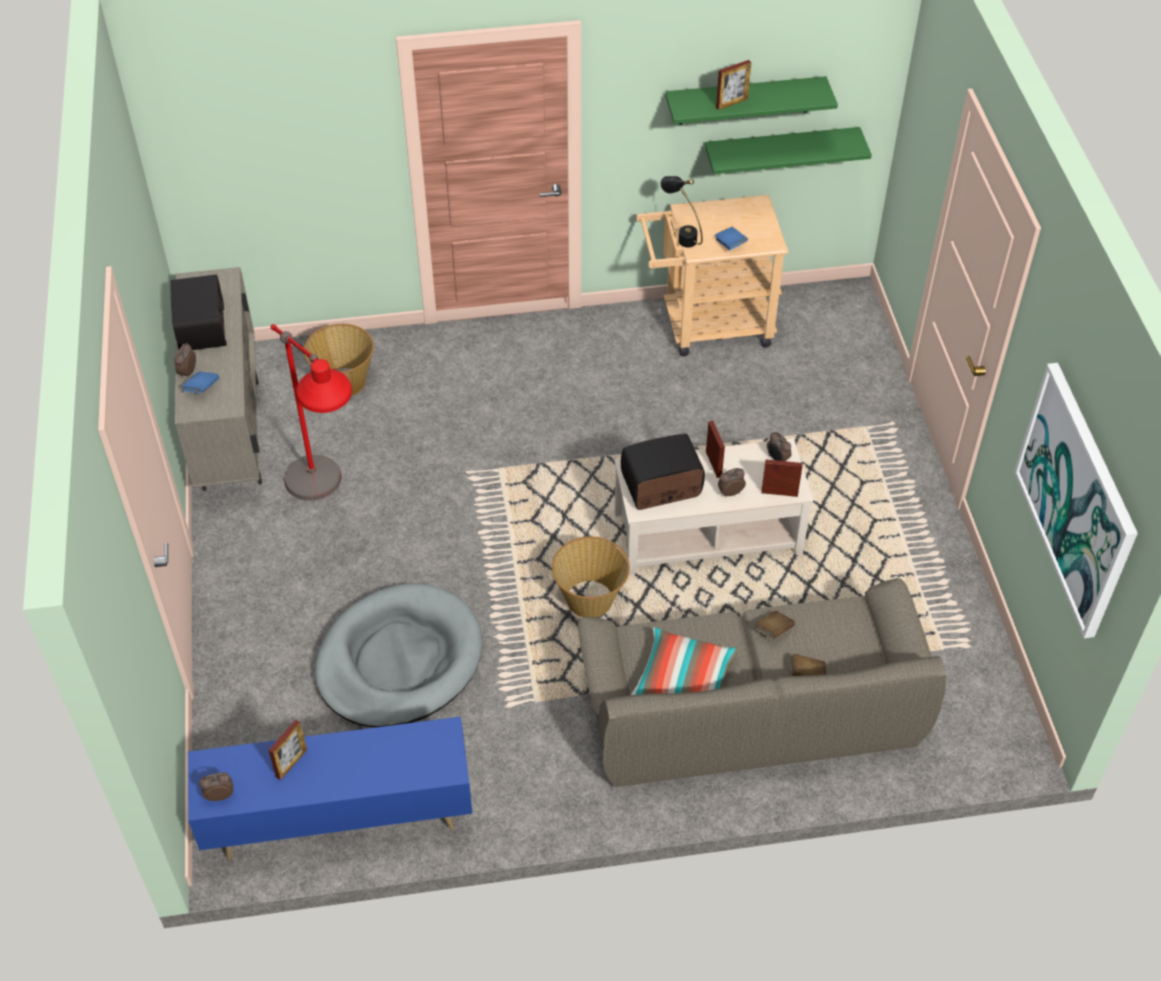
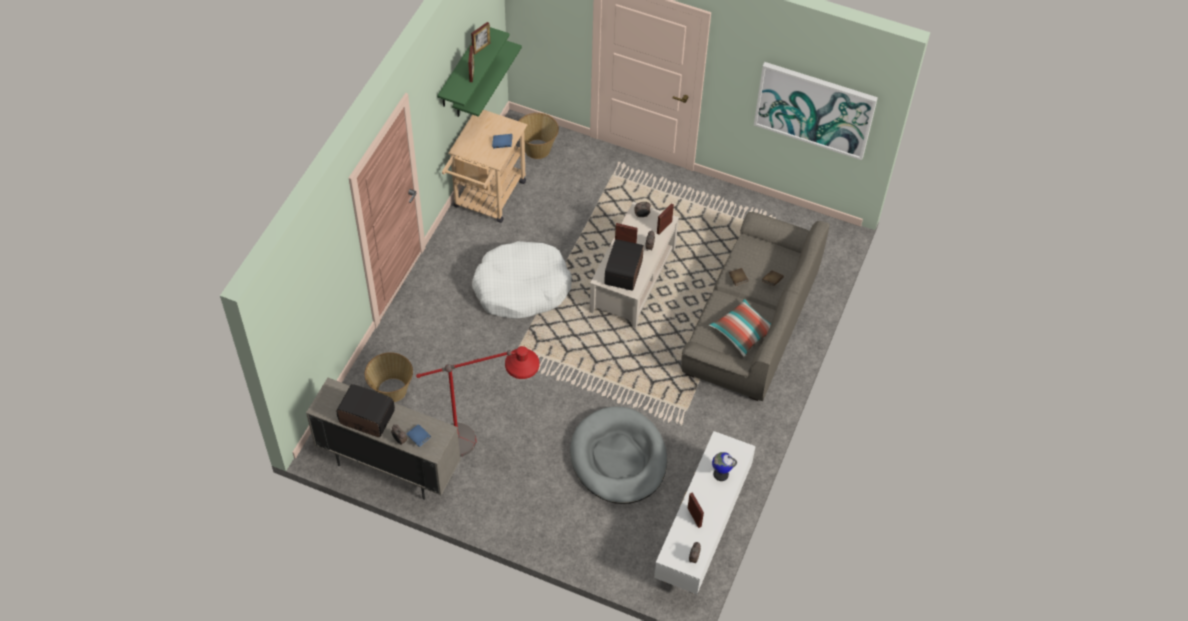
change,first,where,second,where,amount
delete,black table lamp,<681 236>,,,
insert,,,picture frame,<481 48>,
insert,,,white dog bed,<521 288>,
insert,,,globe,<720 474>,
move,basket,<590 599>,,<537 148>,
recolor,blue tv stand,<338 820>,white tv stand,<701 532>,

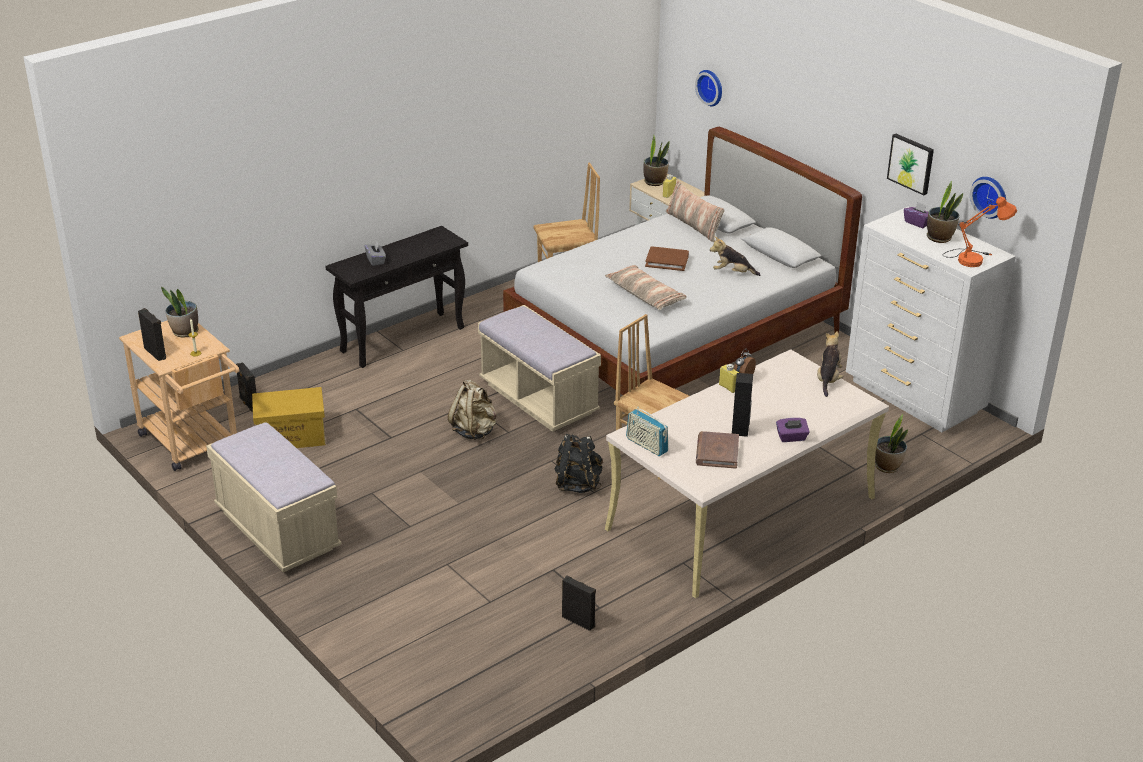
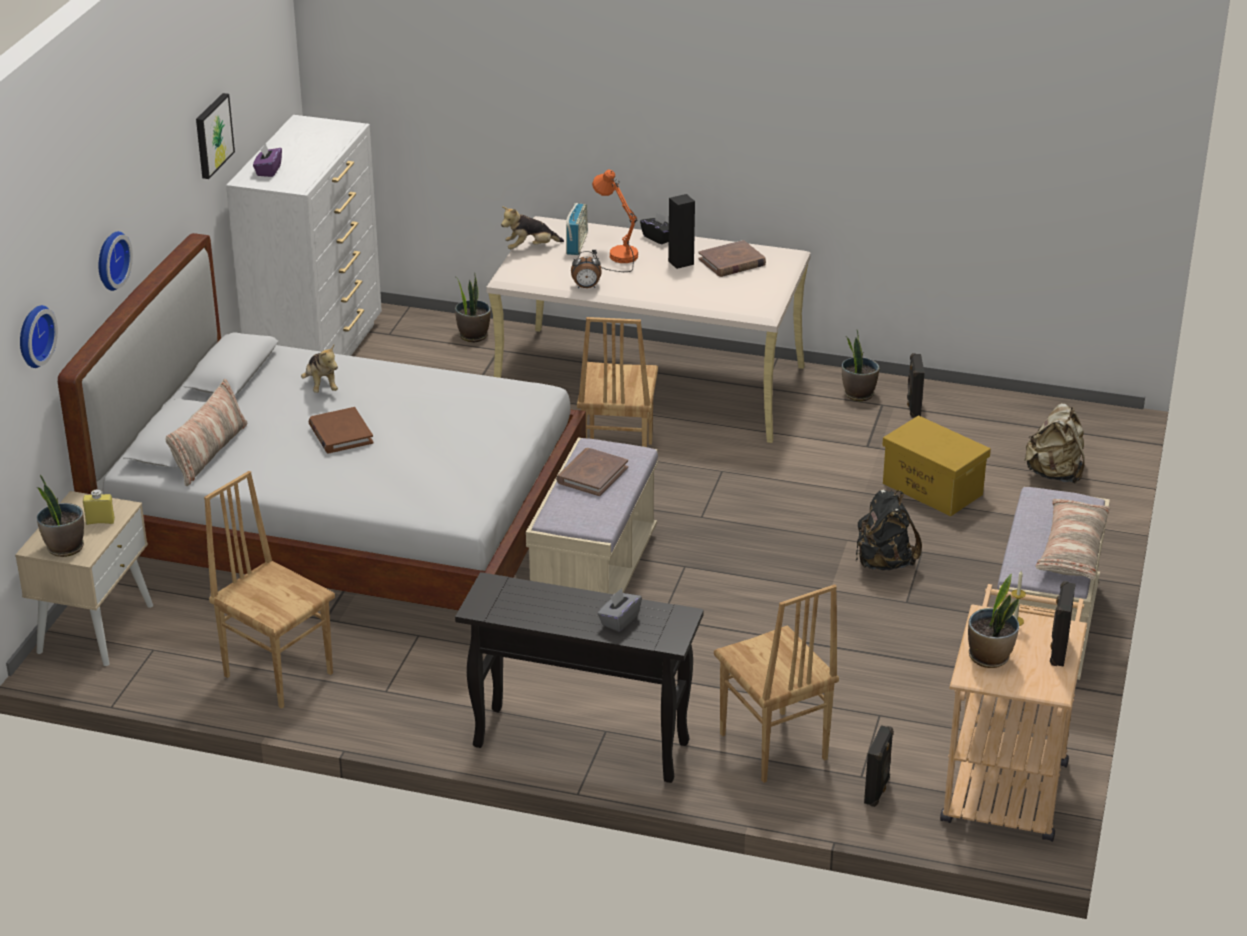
change,first,where,second,where,amount
delete,yellow bottle,<728 387>,,,
insert,,,brown book,<592 475>,
insert,,,brown chair,<772 748>,
move,yellow storage box,<290 437>,,<933 489>,
move,beige backpack,<474 431>,,<1054 474>,
move,black backpack,<577 484>,,<883 562>,
move,pillow,<645 295>,,<1071 550>,
move,radio,<646 445>,,<576 244>,
move,potted plant,<939 238>,,<858 394>,
move,orange table lamp,<973 258>,,<613 257>,
move,wall clock,<990 196>,,<110 260>,
recolor,purple tissue box,<791 438>,black tissue box,<658 238>,

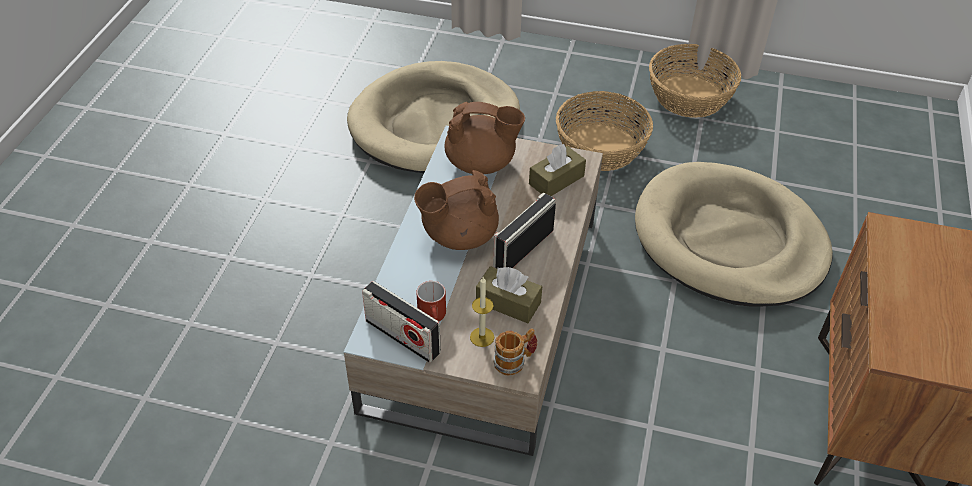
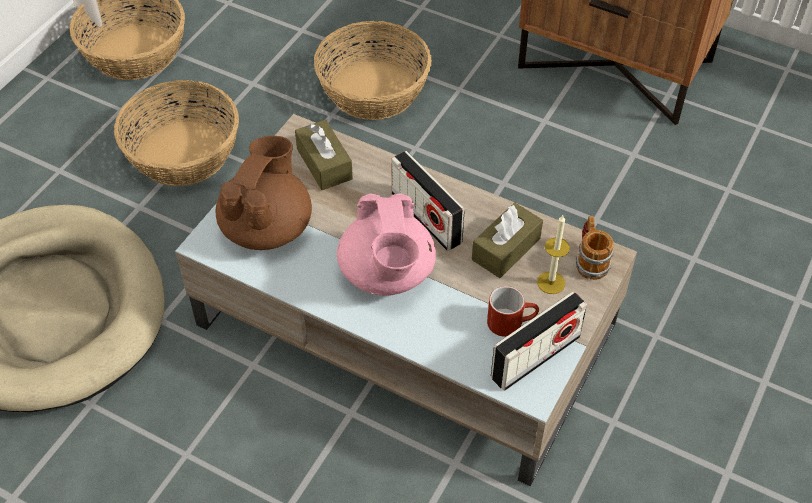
change,first,where,second,where,amount
replace,beige dog bed,<728 240>,basket,<374 90>,
recolor,brown teapot,<458 235>,pink teapot,<387 274>,

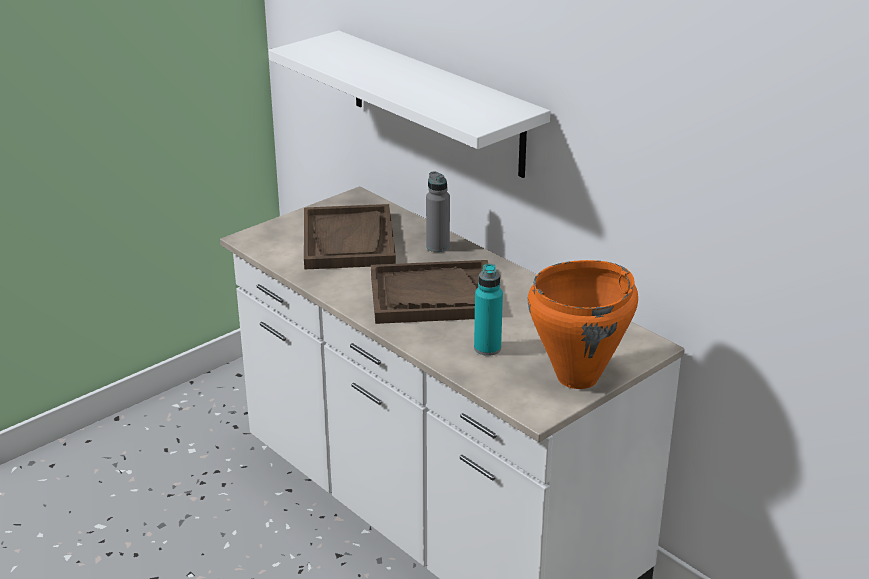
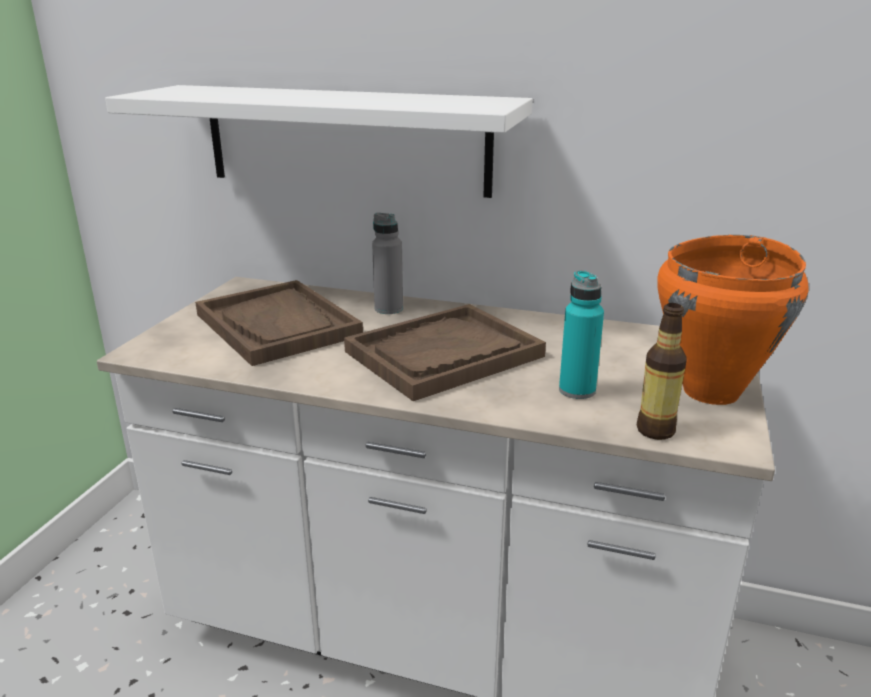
change,first,where,second,where,amount
insert,,,bottle,<655 430>,

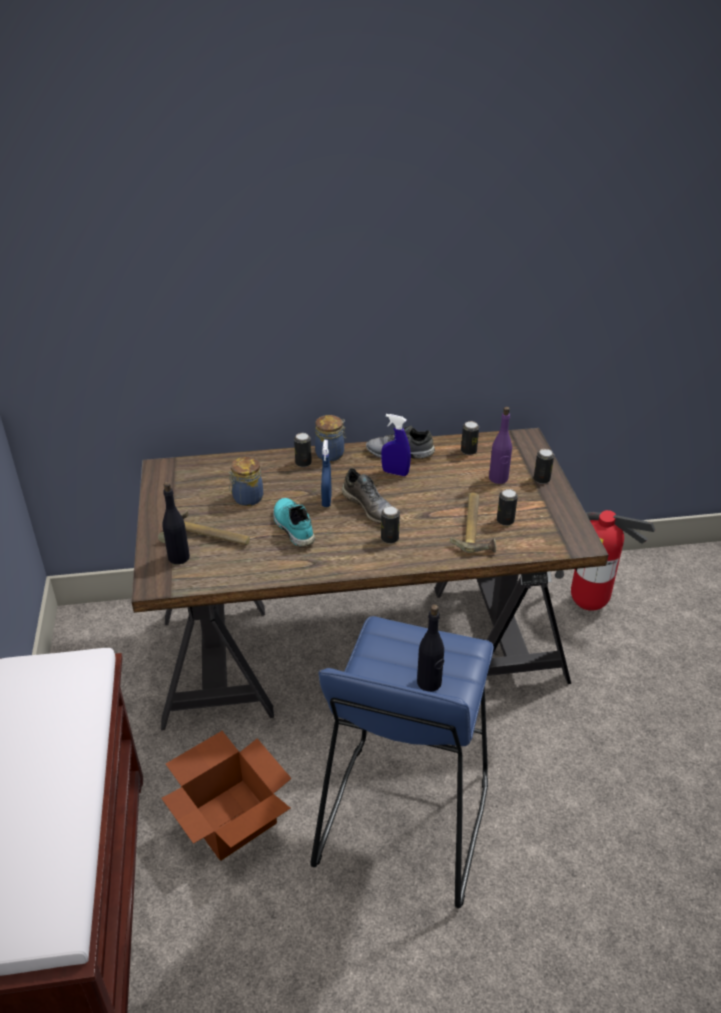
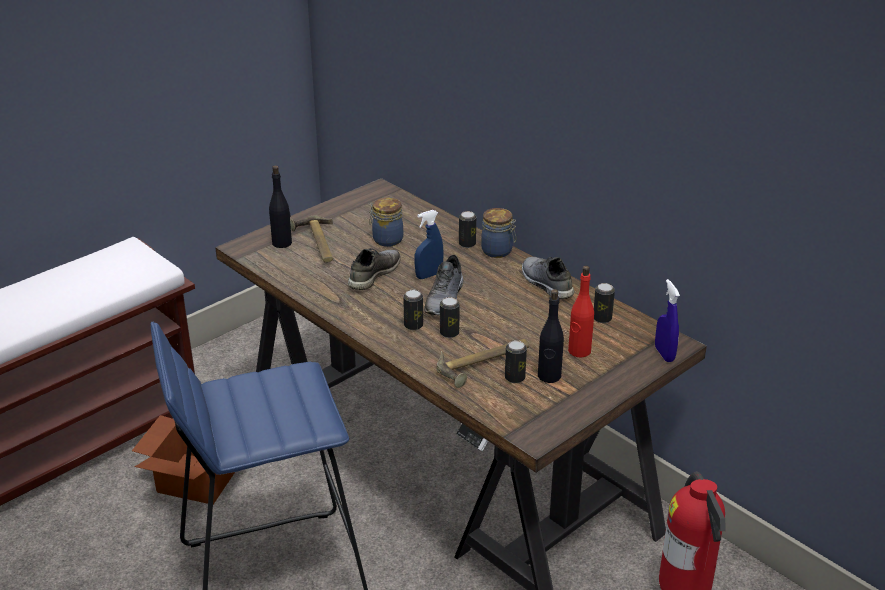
change,first,where,second,where,amount
move,blue spray bottle,<395 473>,,<664 354>,
move,black bottle,<429 683>,,<549 376>,
move,can,<541 479>,,<449 333>,
recolor,turquoise shoe,<292 527>,grey shoe,<373 274>,
recolor,purple bottle,<498 478>,red bottle,<579 351>,

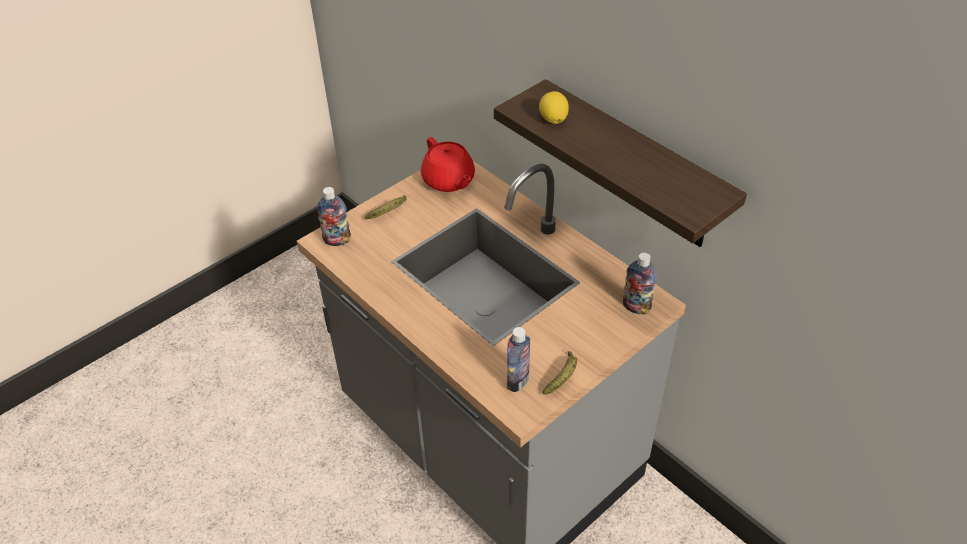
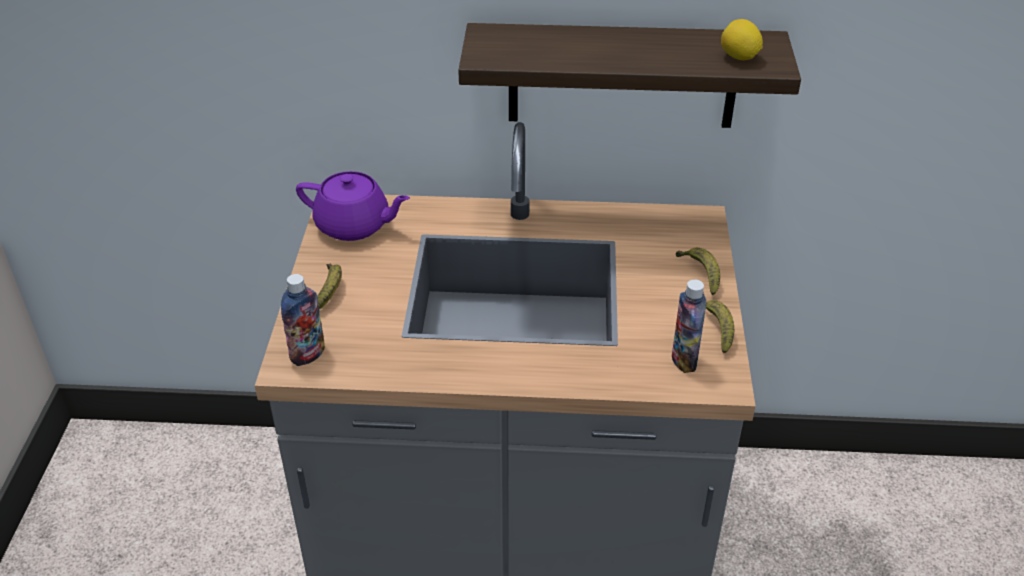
change,first,where,second,where,amount
delete,bottle,<636 307>,,,
insert,,,banana,<700 274>,
move,lemon,<553 120>,,<739 57>,
recolor,red teapot,<448 181>,purple teapot,<354 225>,

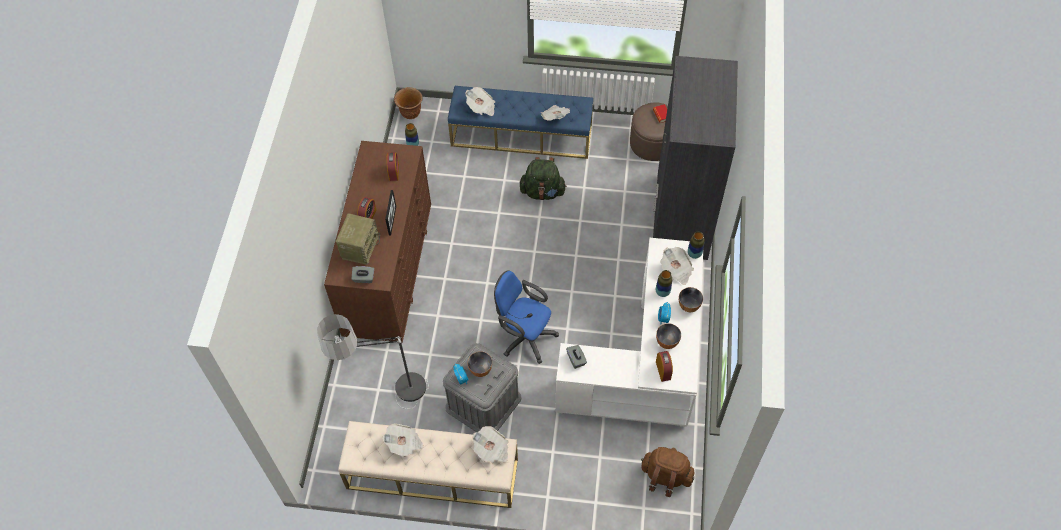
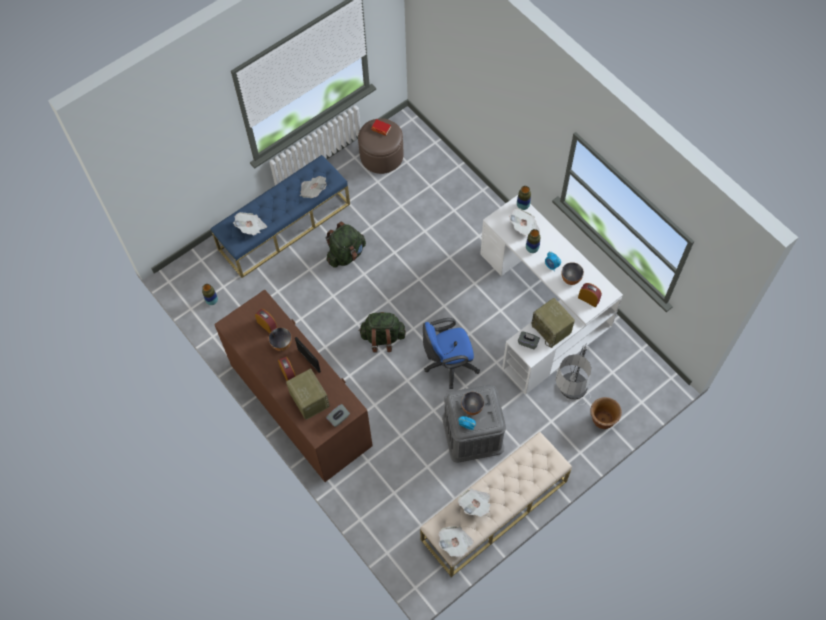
change,first,where,second,where,amount
delete,brown backpack,<665 476>,,,
delete,grey wardrobe,<681 216>,,,
insert,,,green backpack,<382 338>,
insert,,,radio,<551 329>,
move,floor lamp,<387 398>,,<566 407>,
move,brown planter,<410 113>,,<602 420>,
move,newspaper,<492 450>,,<456 543>,
move,bowl,<688 306>,,<281 344>,

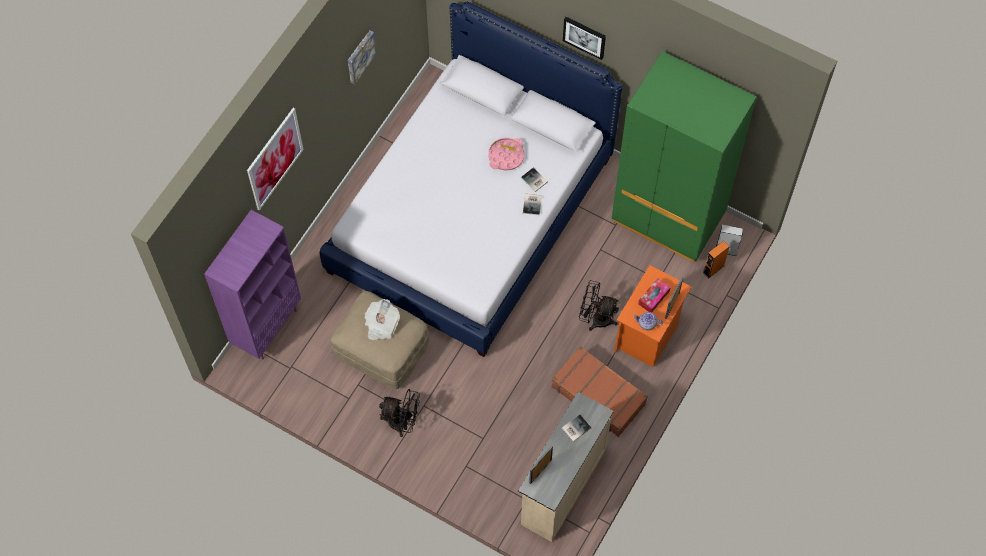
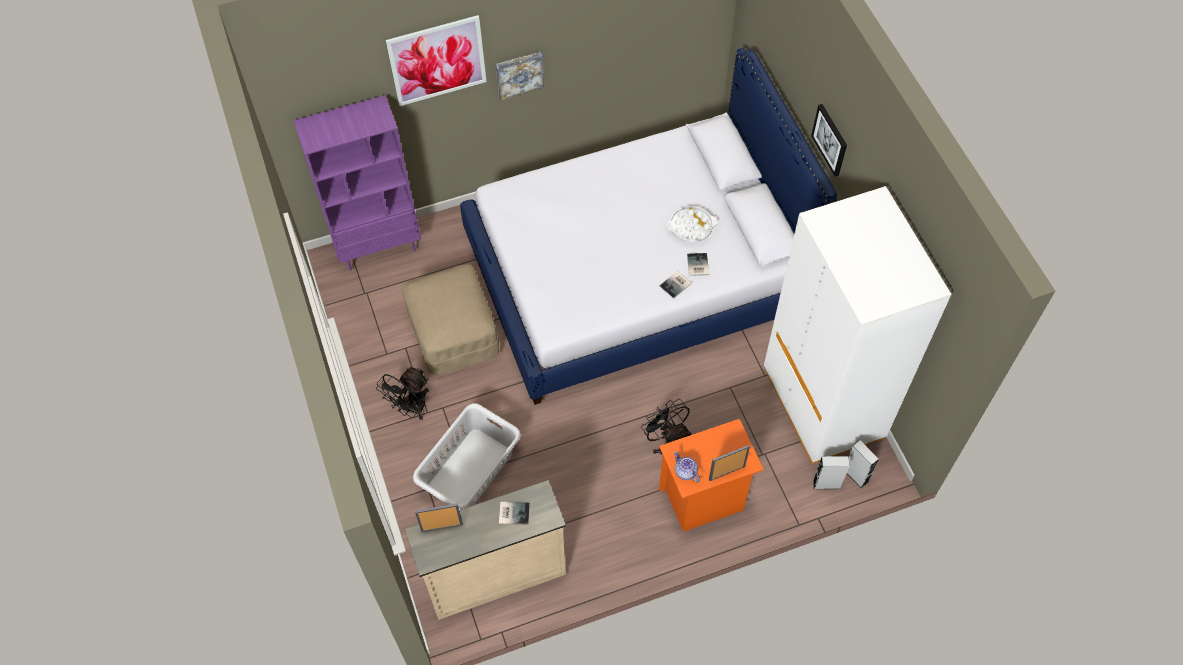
change,first,where,second,where,amount
delete,newspaper,<381 325>,,,
delete,brown suitcase,<598 394>,,,
delete,tissue box,<653 297>,,,
insert,,,grey laundry basket,<469 470>,
move,picture,<360 56>,,<519 74>,
recolor,pink tray,<506 156>,white tray,<691 227>,
recolor,green wardrobe,<668 218>,white wardrobe,<822 405>,
recolor,orange speaker,<713 269>,grey speaker,<826 484>,
rotate,black fan,<402 422>,,<410 408>,75 degrees clockwise

